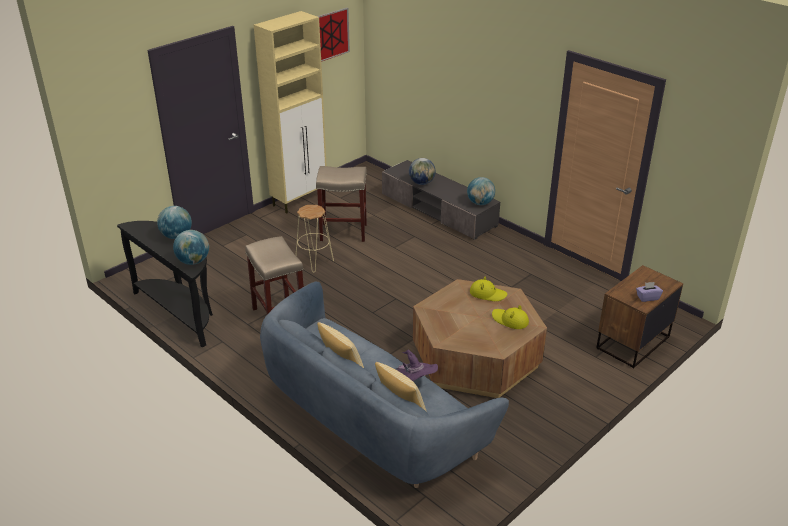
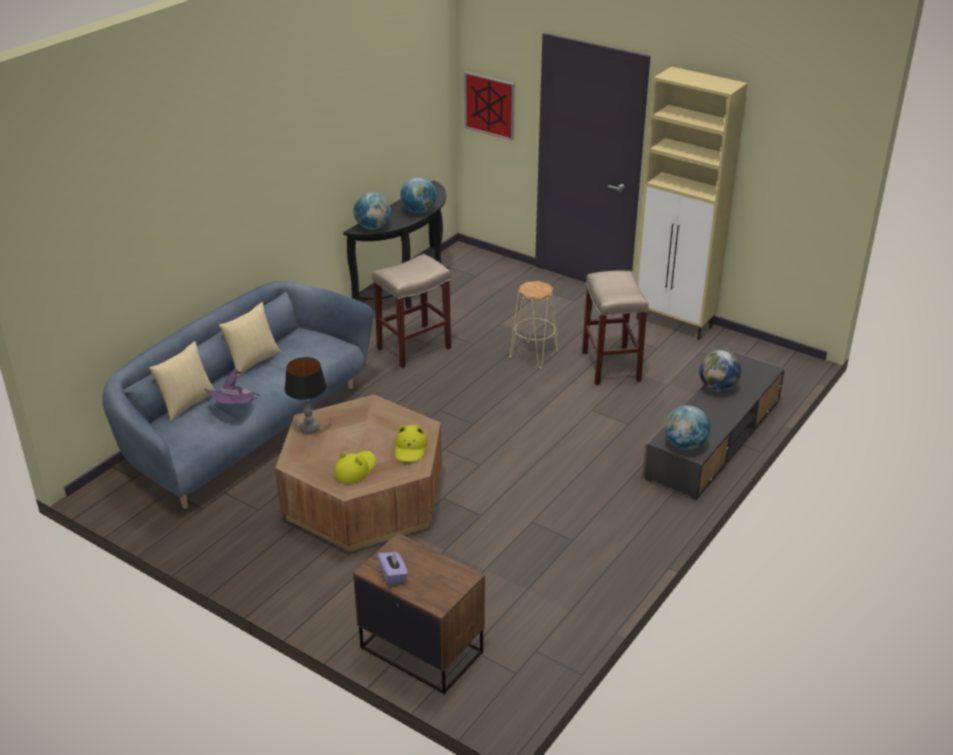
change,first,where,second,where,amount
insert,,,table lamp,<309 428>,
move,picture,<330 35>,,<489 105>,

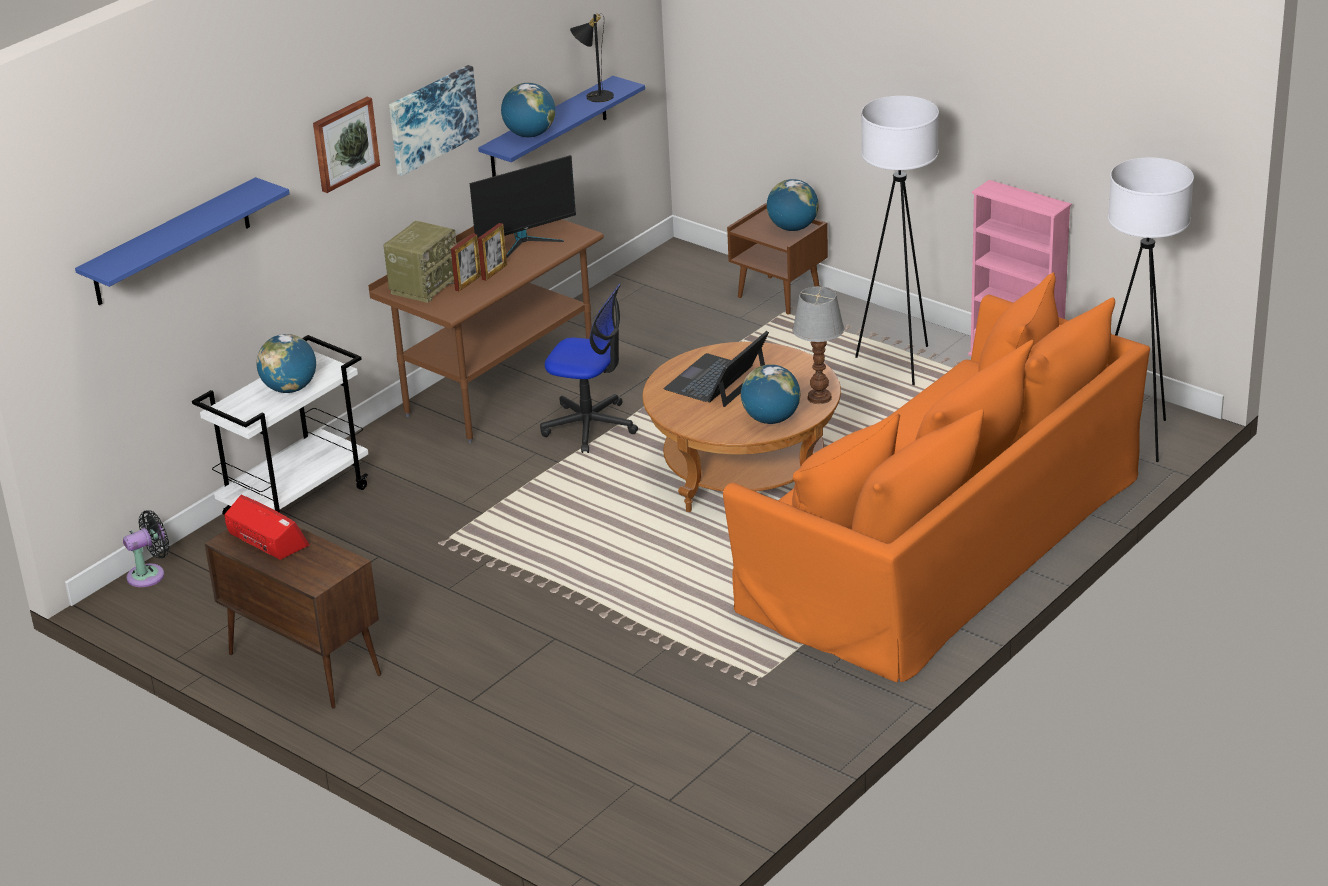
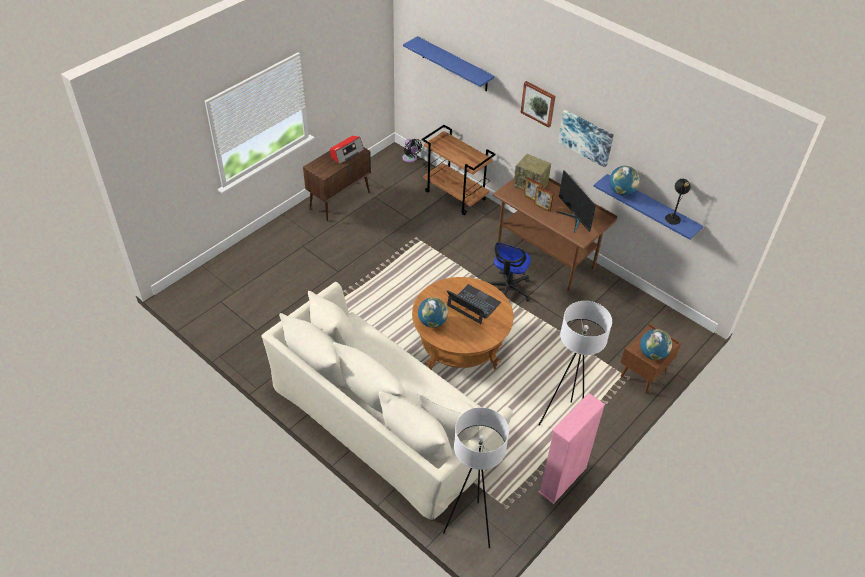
change,first,where,second,where,amount
delete,globe,<290 389>,,,
delete,table lamp,<819 397>,,,
recolor,white cart,<297 502>,brown cart,<456 195>,
recolor,orange sofa,<941 539>,beige sofa,<384 417>,

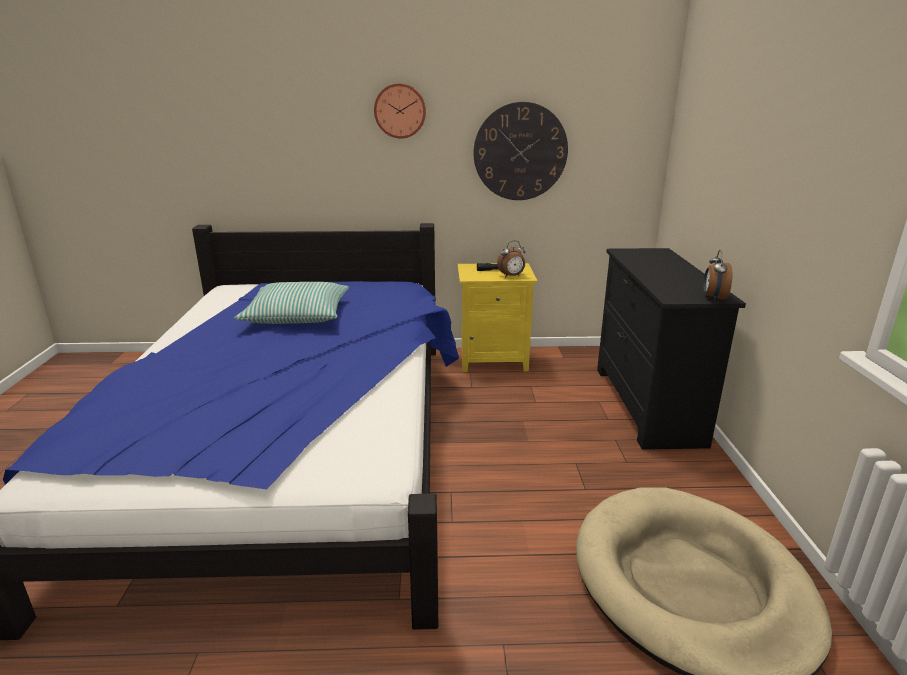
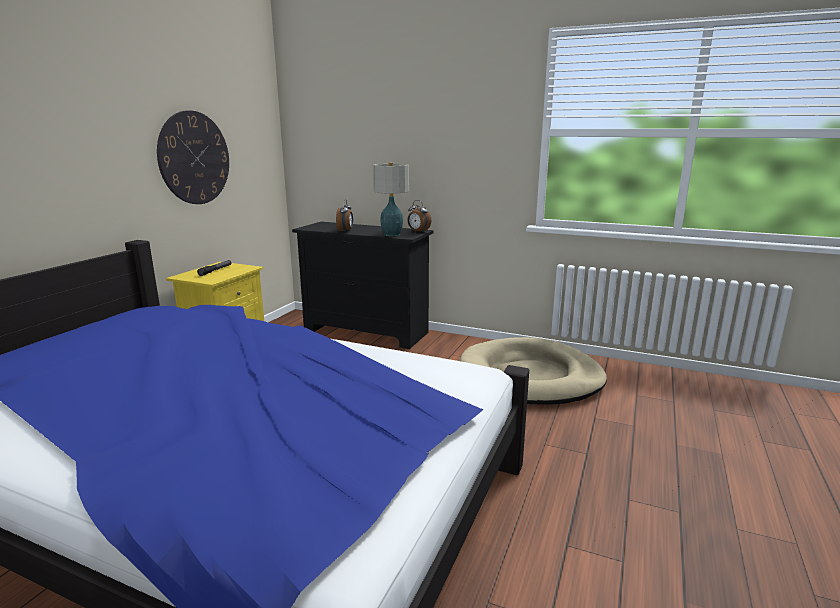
change,first,where,second,where,amount
delete,pillow,<297 315>,,,
delete,wall clock,<400 111>,,,
insert,,,table lamp,<391 234>,
move,alarm clock,<511 276>,,<345 231>,

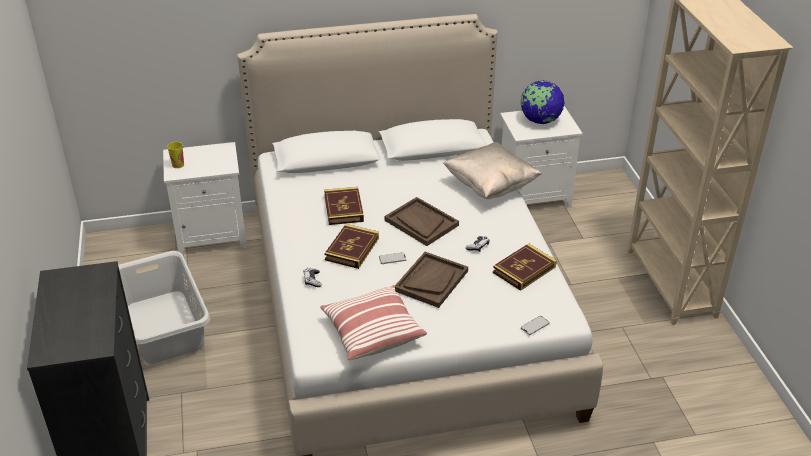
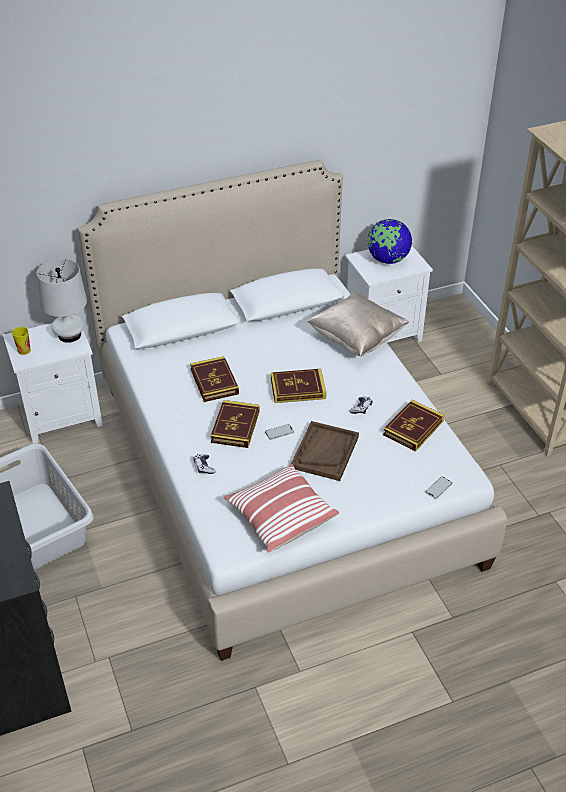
change,first,where,second,where,amount
insert,,,white table lamp,<69 335>,
replace,brown tray,<421 223>,book,<298 388>,

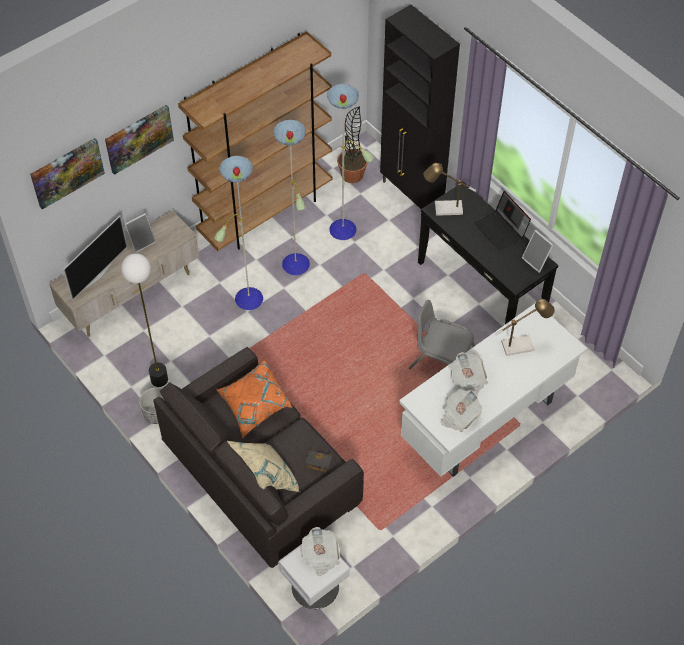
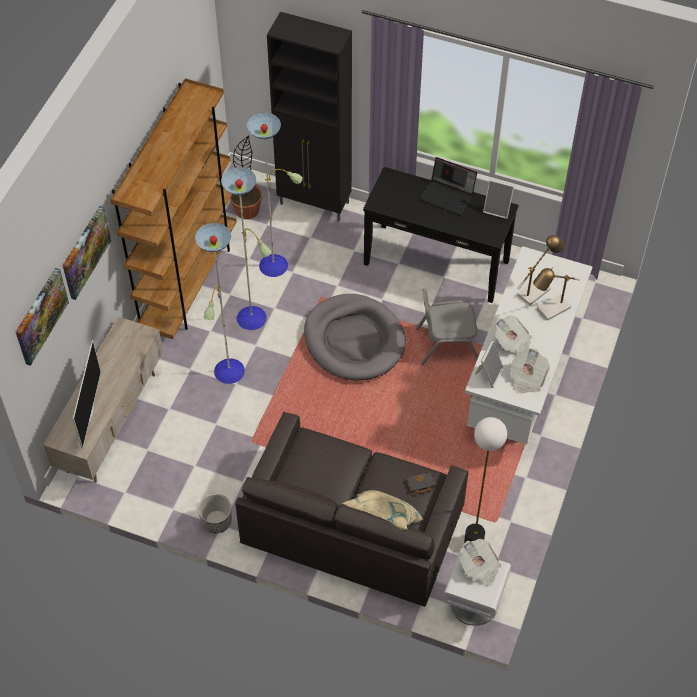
change,first,where,second,where,amount
delete,orange pillow,<254 405>,,,
insert,,,grey dog bed,<354 340>,
move,floor lamp,<159 379>,,<474 541>,
move,picture frame,<141 242>,,<488 374>,
move,table lamp,<444 209>,,<550 310>,

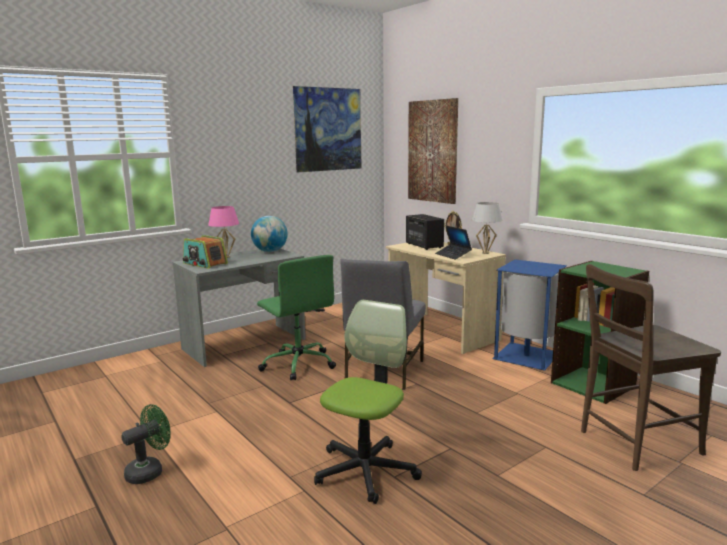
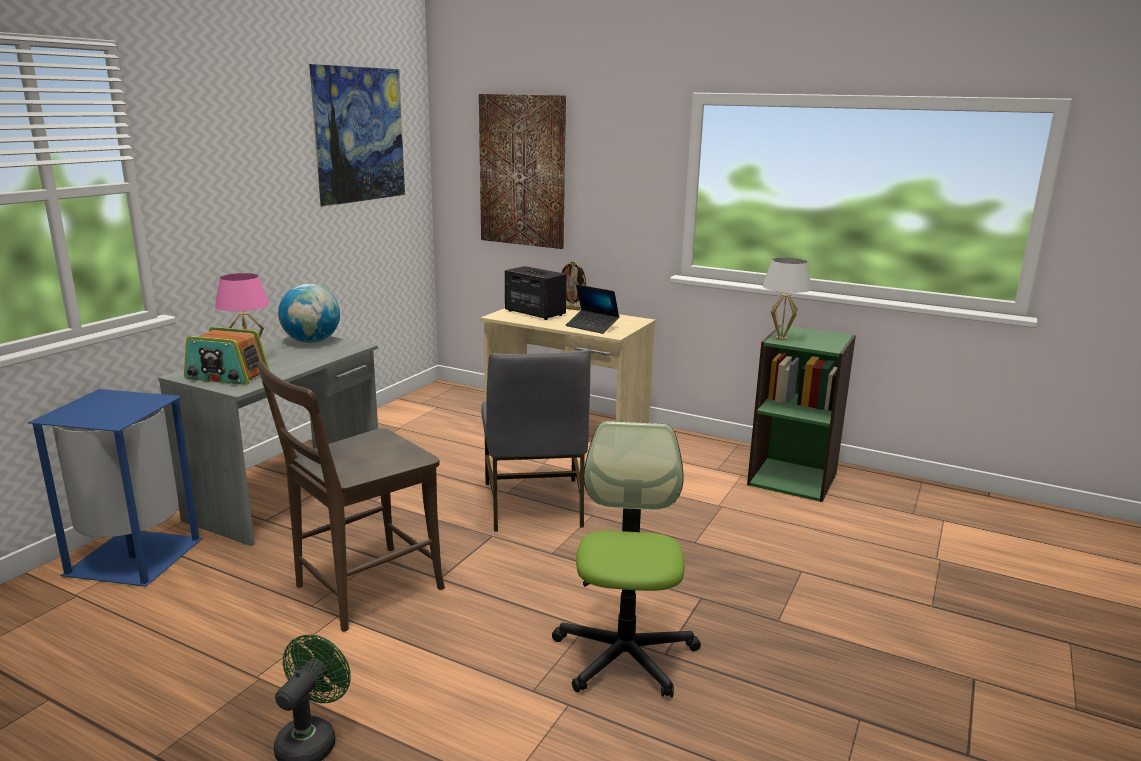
change,first,where,second,where,amount
delete,green office chair,<298 364>,,,
move,white table lamp,<485 253>,,<781 338>,
move,blue trash can,<527 356>,,<135 558>,
move,brown chair,<634 443>,,<361 590>,

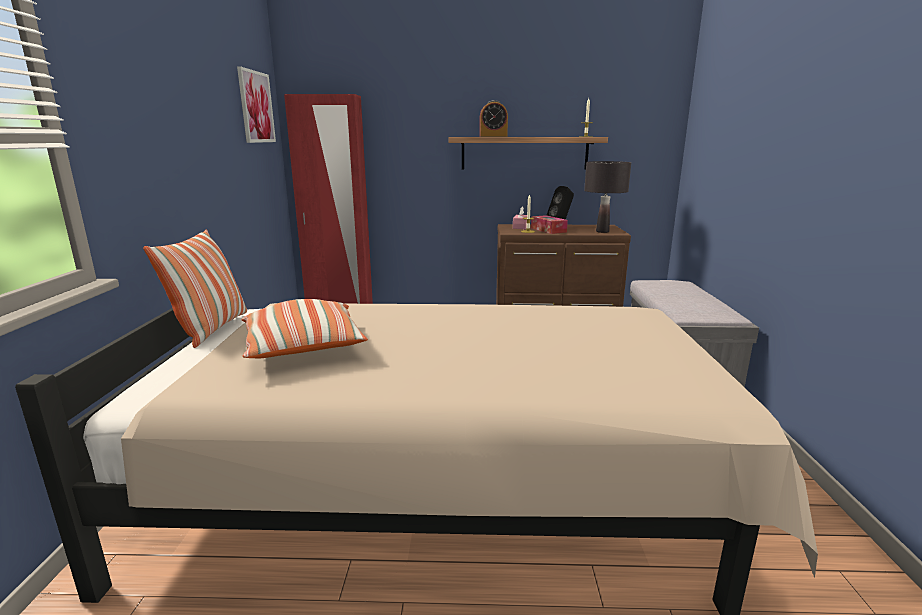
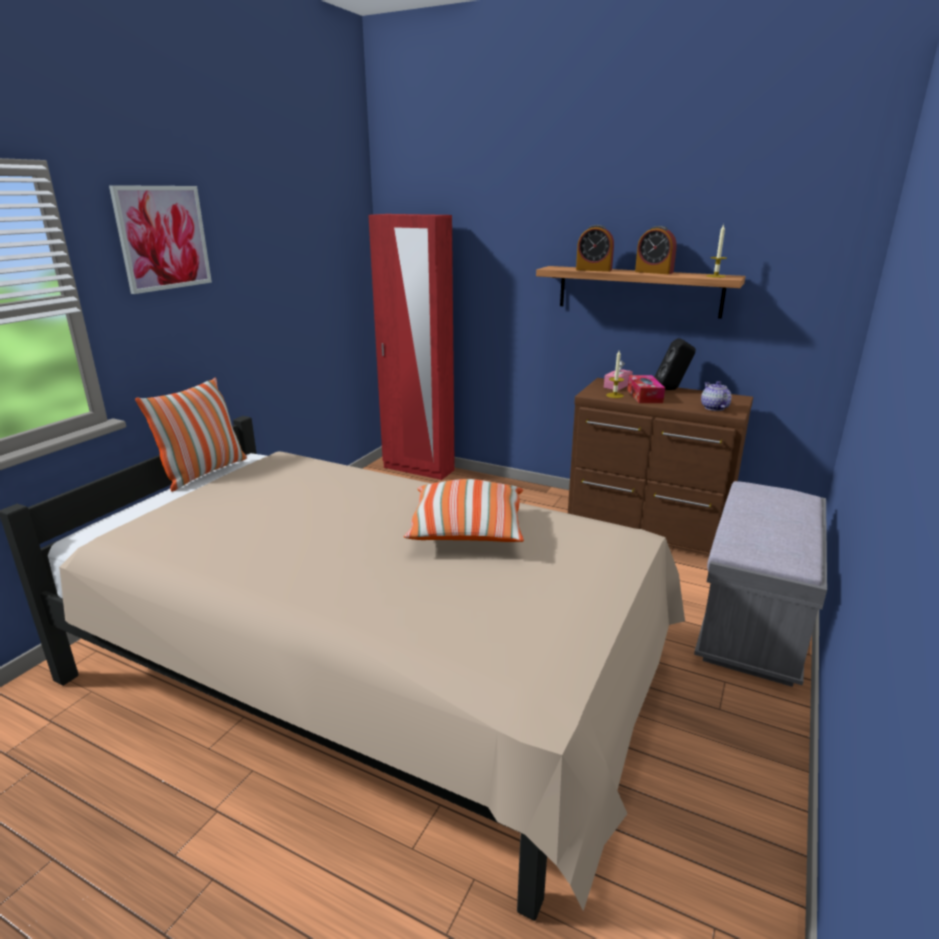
change,first,where,second,where,amount
insert,,,alarm clock,<654 272>,
move,picture,<256 107>,,<163 238>,
move,pillow,<304 348>,,<467 531>,
replace,black table lamp,<602 231>,teapot,<713 408>,

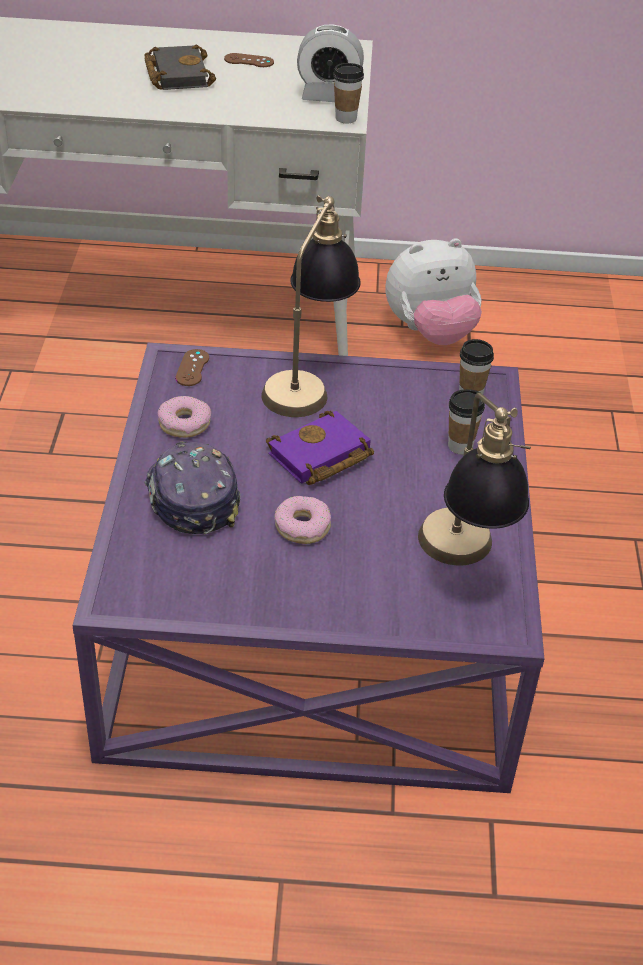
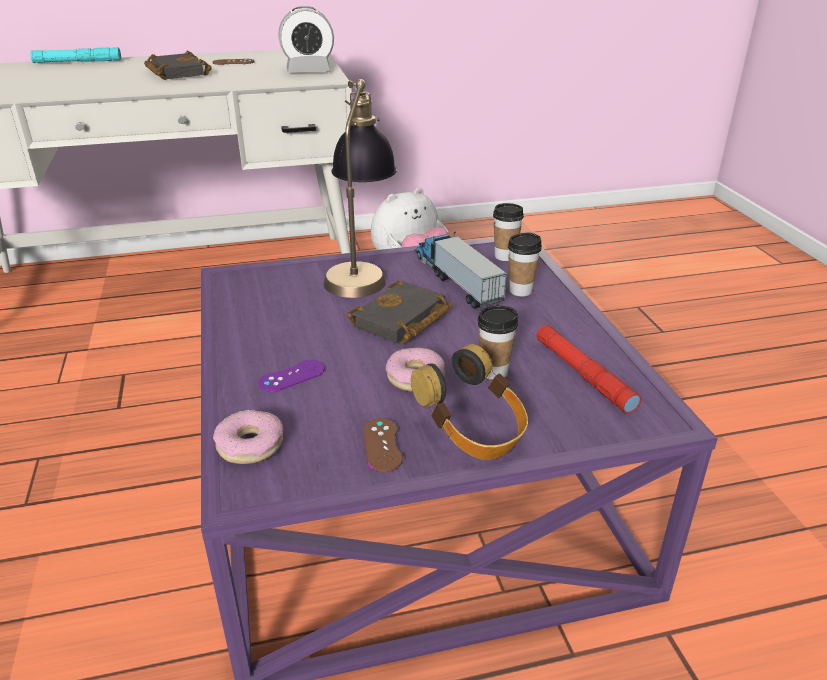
change,first,where,second,where,amount
insert,,,turquoise flashlight,<78 62>,
insert,,,headphones,<472 432>,
insert,,,toy truck,<456 280>,
move,donut,<184 423>,,<250 445>,
move,brown game controller,<192 368>,,<382 445>,
move,cup,<346 118>,,<494 372>,
replace,cap,<191 497>,purple game controller,<292 376>,
replace,table lamp,<463 562>,red flashlight,<583 374>,
recolor,purple book,<319 457>,black book,<401 321>,

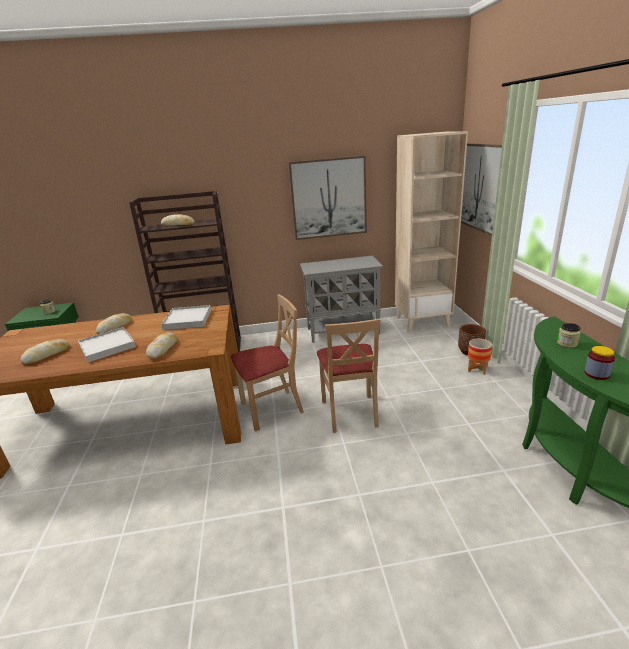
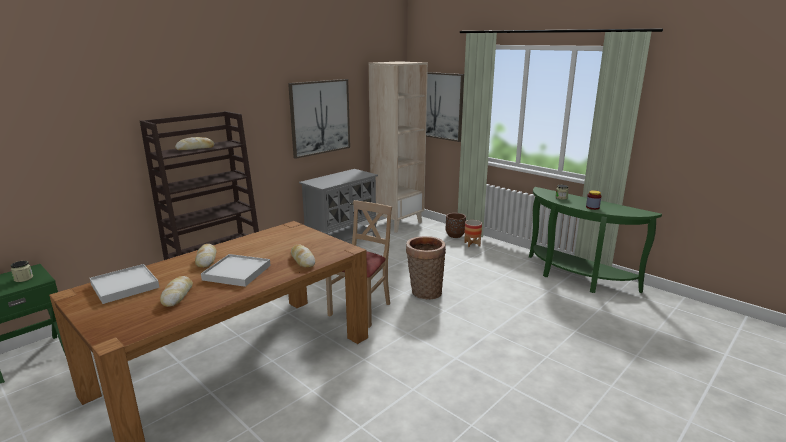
change,first,where,second,where,amount
move,white tray,<187 319>,,<125 286>,
replace,beige chair,<350 412>,basket,<424 292>,

